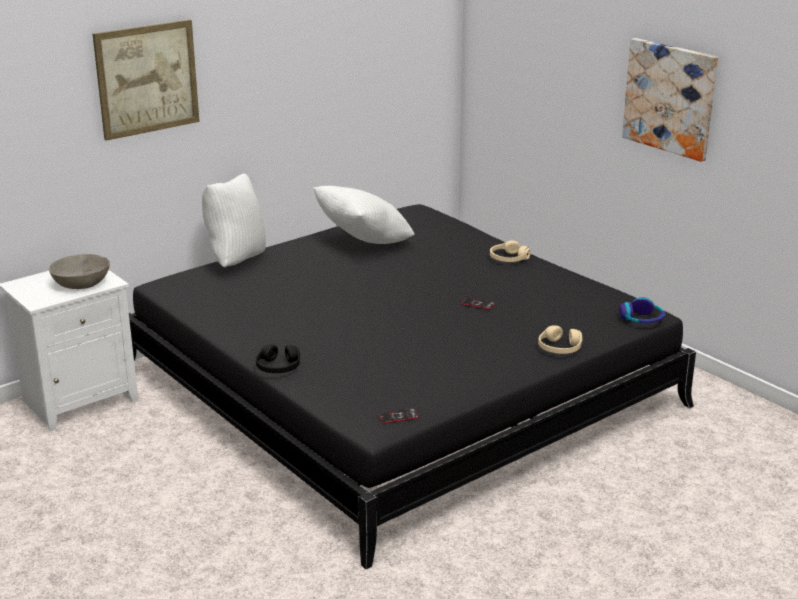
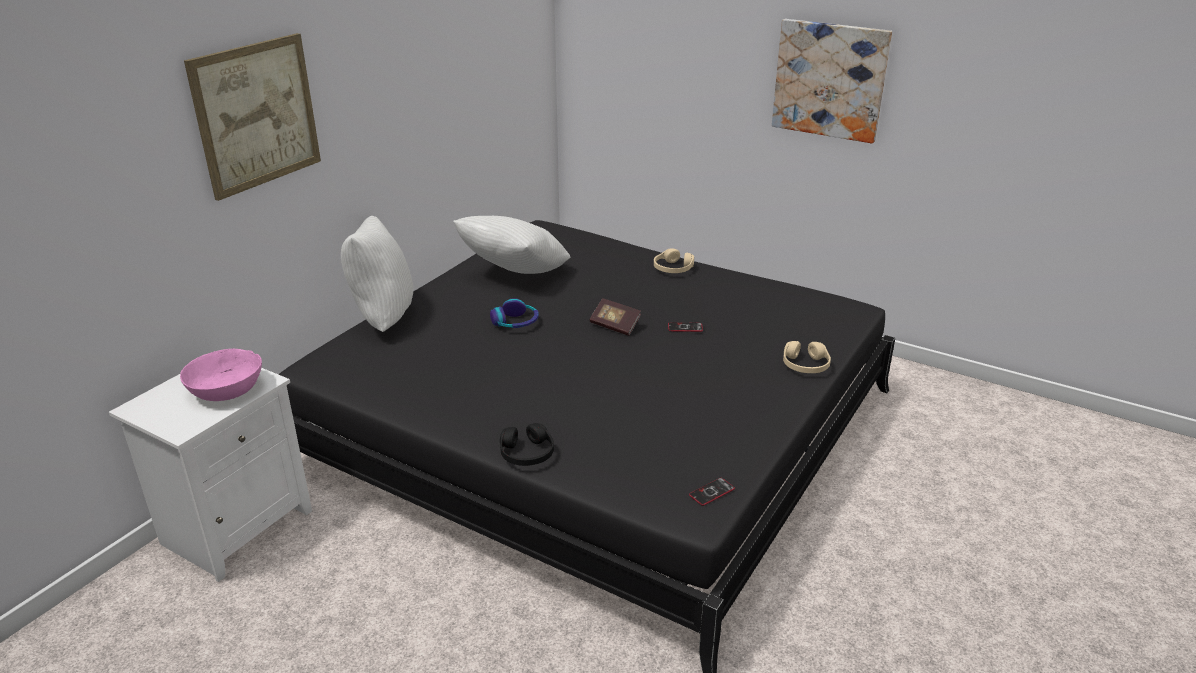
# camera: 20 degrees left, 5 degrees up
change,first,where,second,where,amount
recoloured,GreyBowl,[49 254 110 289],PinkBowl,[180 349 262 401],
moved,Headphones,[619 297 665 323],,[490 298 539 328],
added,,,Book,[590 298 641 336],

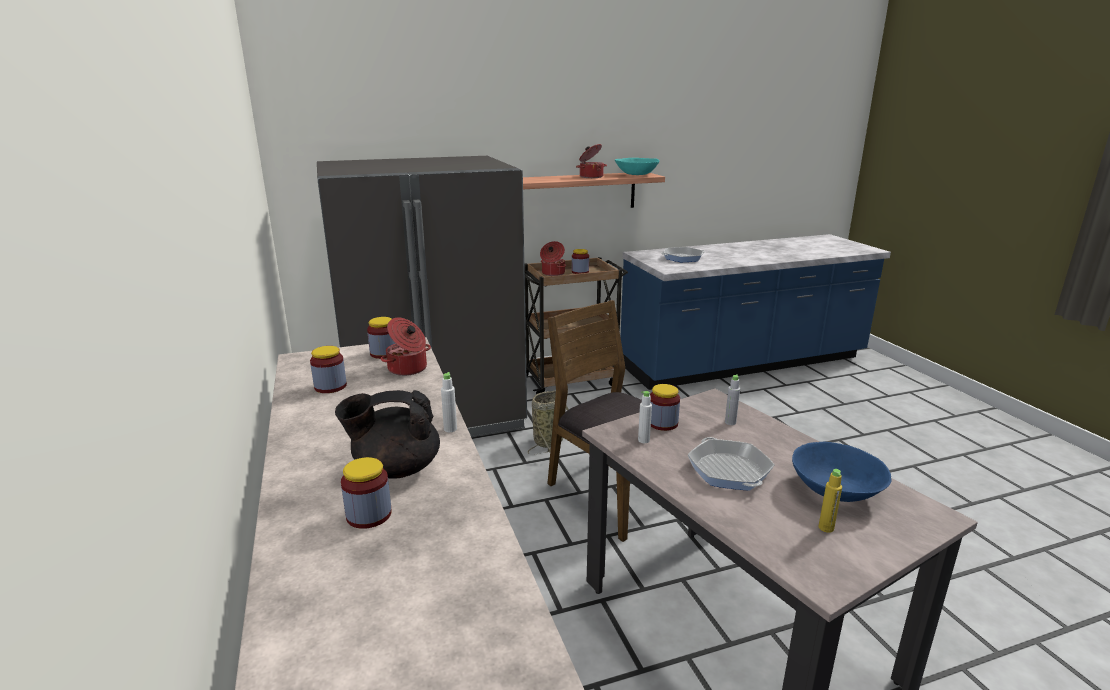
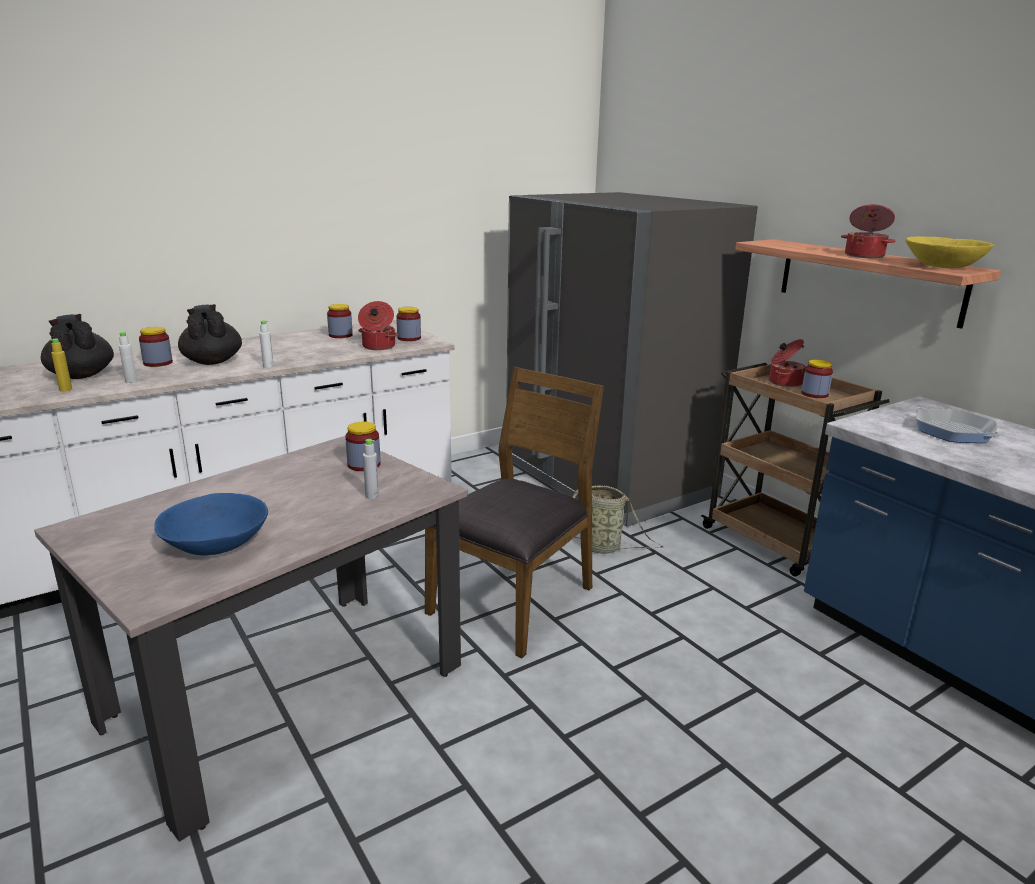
# camera: 75 degrees right, 0 degrees up
change,first,where,second,where,amount
recoloured,TurquoiseBowl,[615 158 659 175],YellowBowl,[906 236 994 268],
moved,WhiteBottle,[638 391 652 443],,[119 332 137 383],
removed,FryingPan,[688 437 775 491],,,
moved,YellowBottle,[818 469 842 533],,[49 339 72 391],
added,,,BlackTeapot,[41 314 114 379],

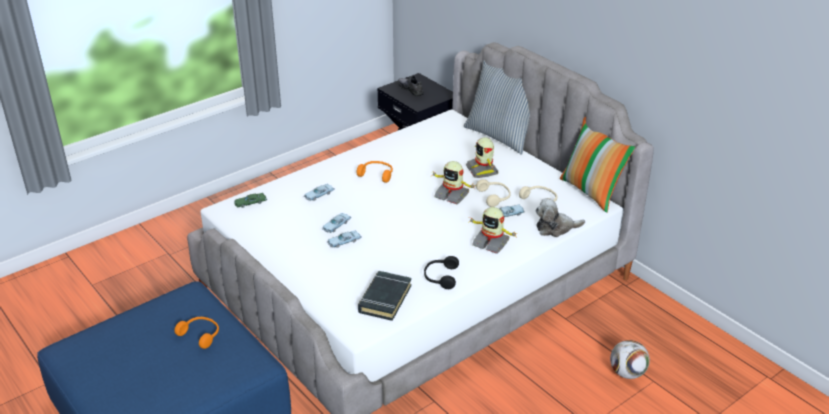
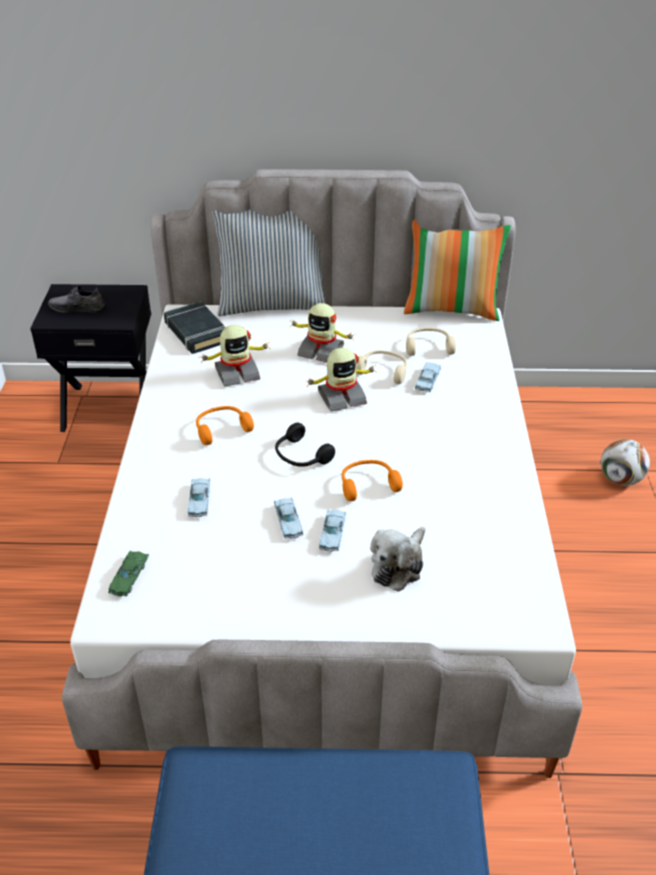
# camera: 50 degrees left, 5 degrees up
change,first,where,second,where,amount
moved,PlushToy,[535 198 585 237],,[370 527 425 592],
moved,ToyRobot,[468 207 517 254],,[201 325 270 386],
moved,BlackHeadphones,[424 256 459 289],,[275 423 335 467],
moved,BlackBook,[358 271 411 321],,[164 301 226 354],
moved,OrangeHeadphones,[174 317 219 349],,[342 460 403 501],

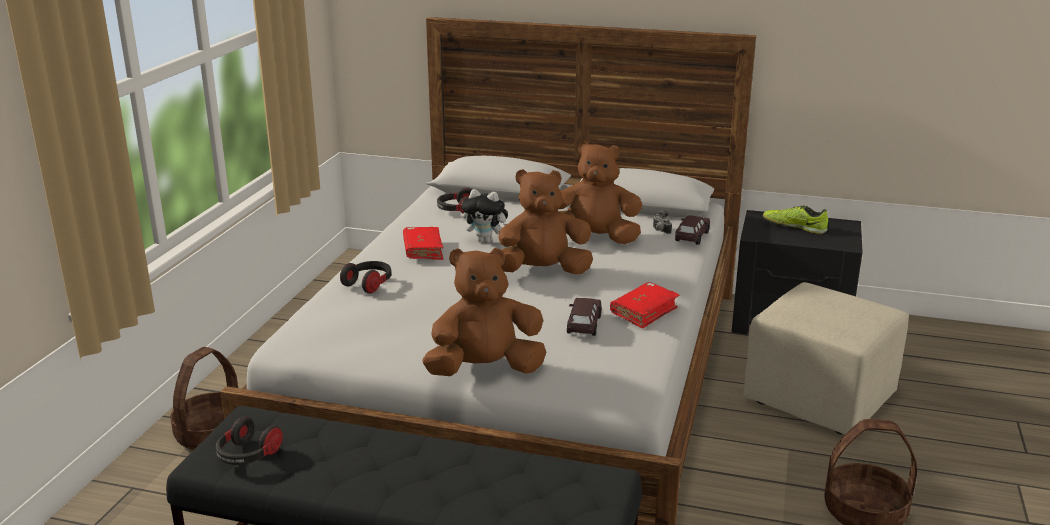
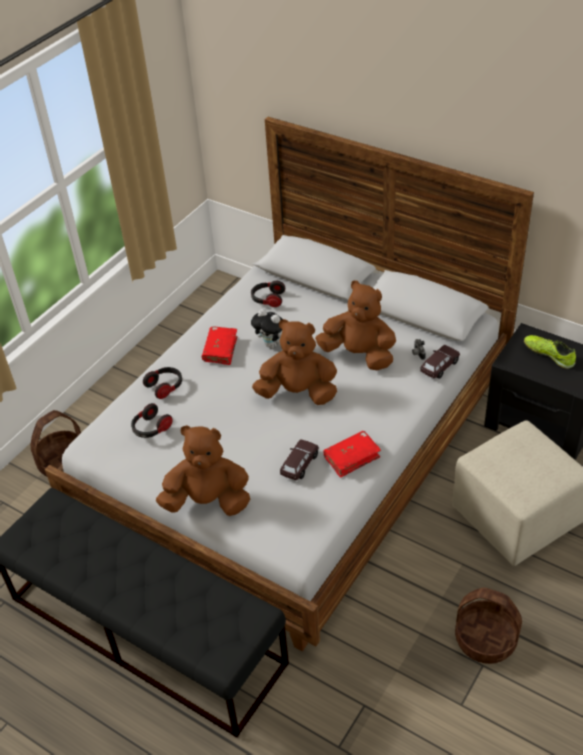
# camera: 20 degrees right, 20 degrees up
change,first,where,second,where,amount
moved,Headphones,[216 416 283 465],,[131 403 173 438],

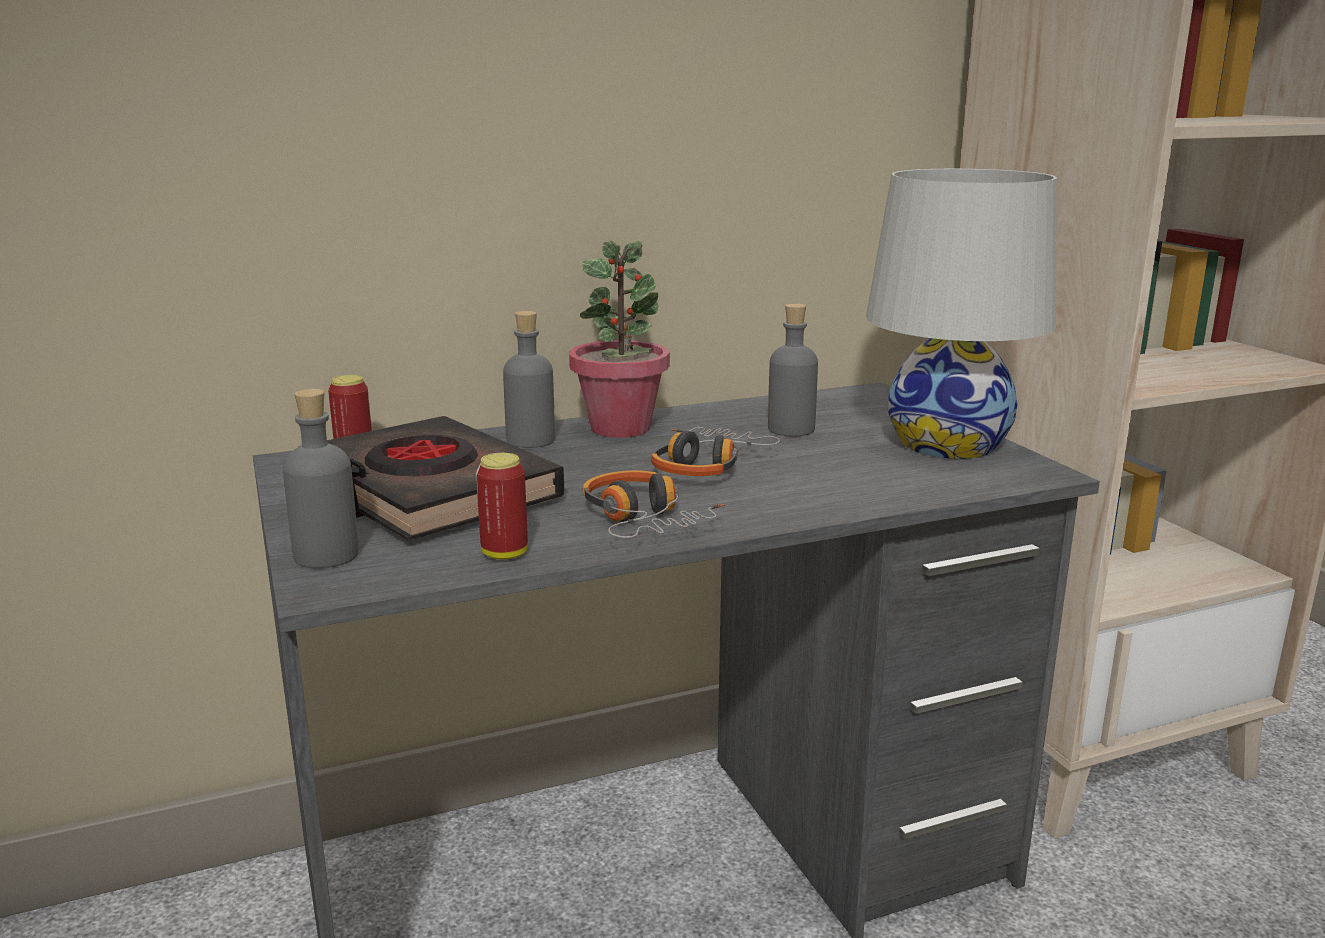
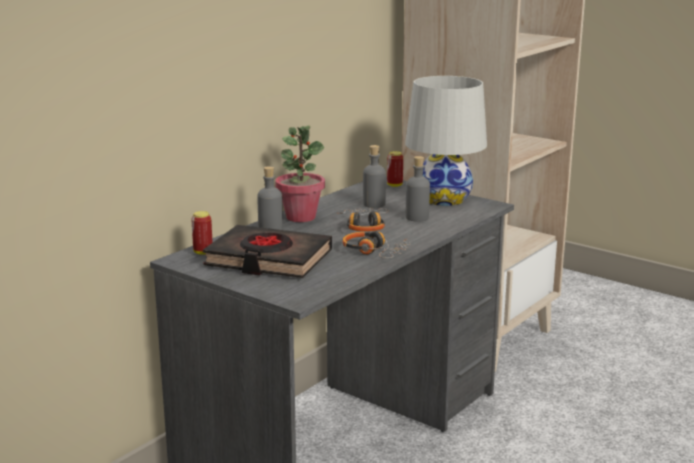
# camera: 30 degrees left, 0 degrees up
change,first,where,second,where,amount
moved,GreyBottle,[283 389 359 568],,[406 156 430 222],
moved,Can,[476 453 528 560],,[387 151 403 187],

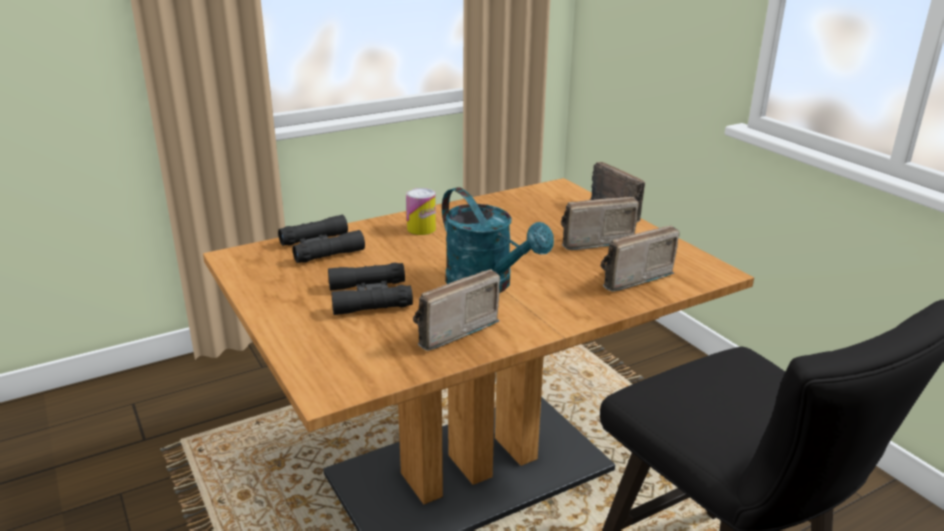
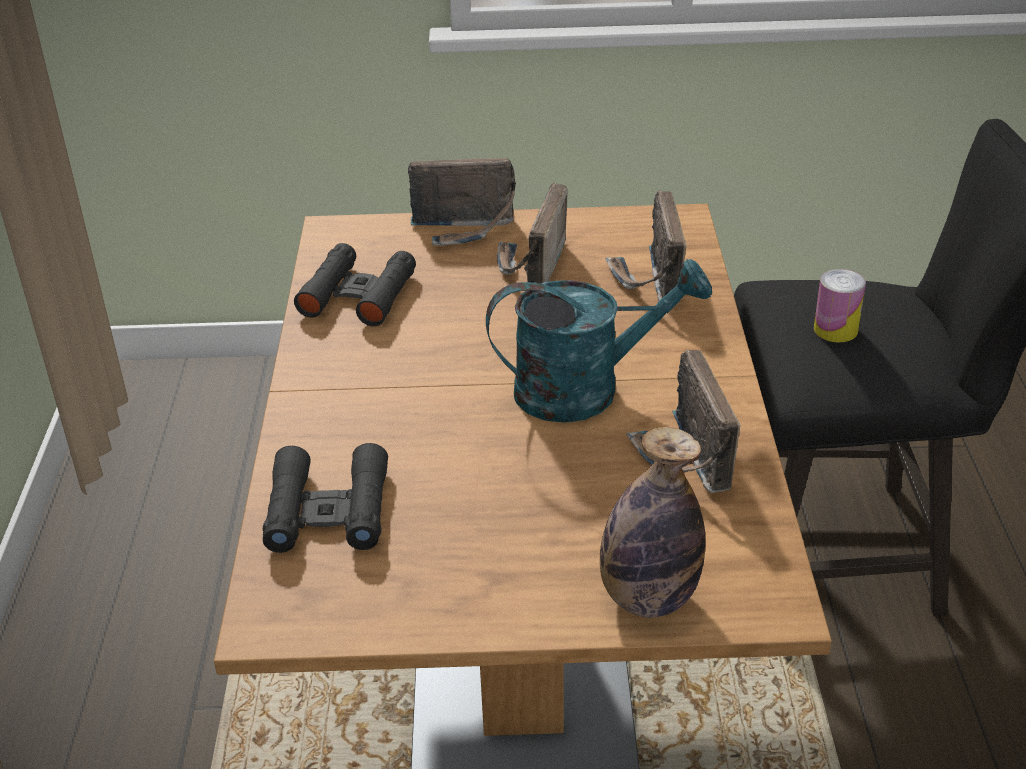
# camera: 60 degrees left, 10 degrees up
change,first,where,second,where,amount
moved,Can,[406 188 436 235],,[814 269 866 343],
moved,BlackBinoculars,[328 263 413 315],,[294 243 416 326],
added,,,Bottle,[600 427 705 618],

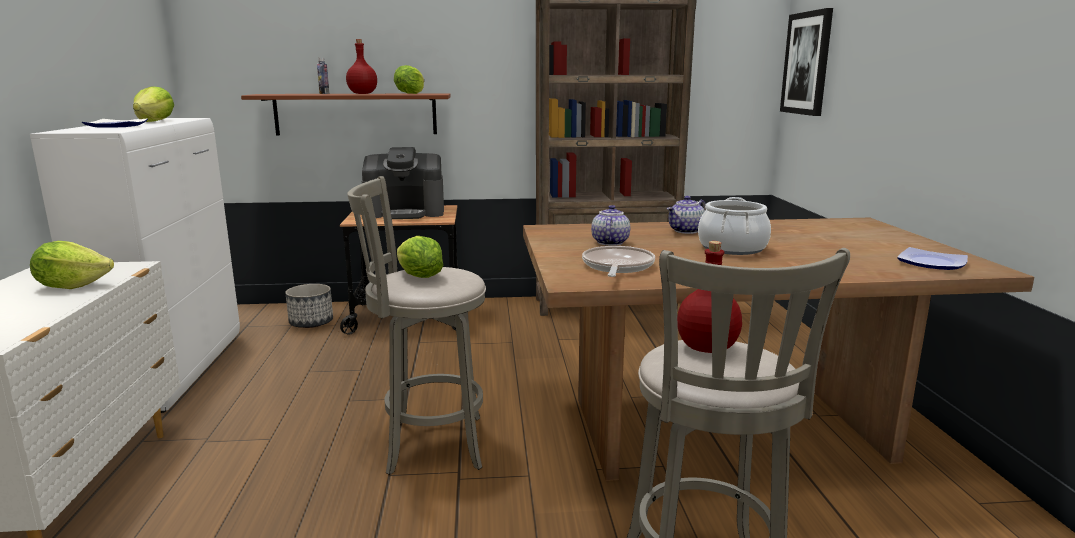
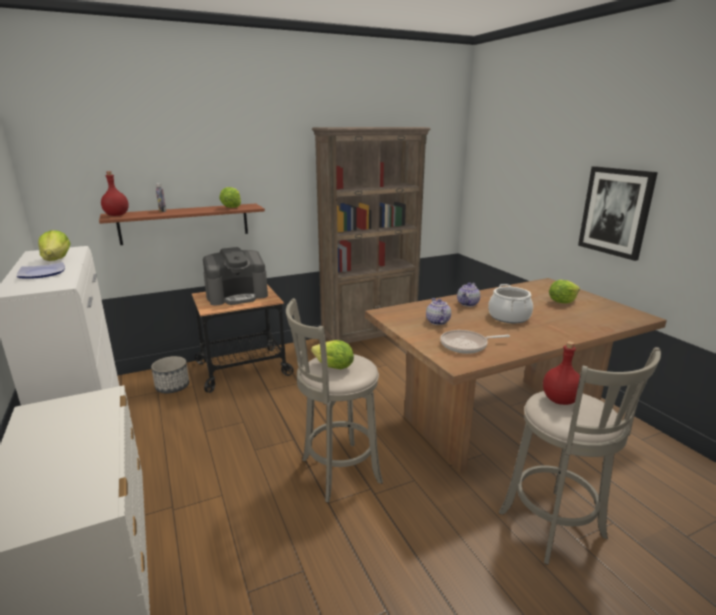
# camera: 20 degrees left, 5 degrees up
change,first,where,second,where,amount
moved,Picture,[780 8 833 116],,[578 166 658 261],
moved,RedBottle,[346 39 377 94],,[101 171 129 216],
moved,Lettuce,[30 241 114 289],,[549 280 580 303],
turned,FryingPan,[582 246 655 277],,[440 330 510 354],90 degrees counterclockwise
removed,Plate,[897 247 968 270],,,

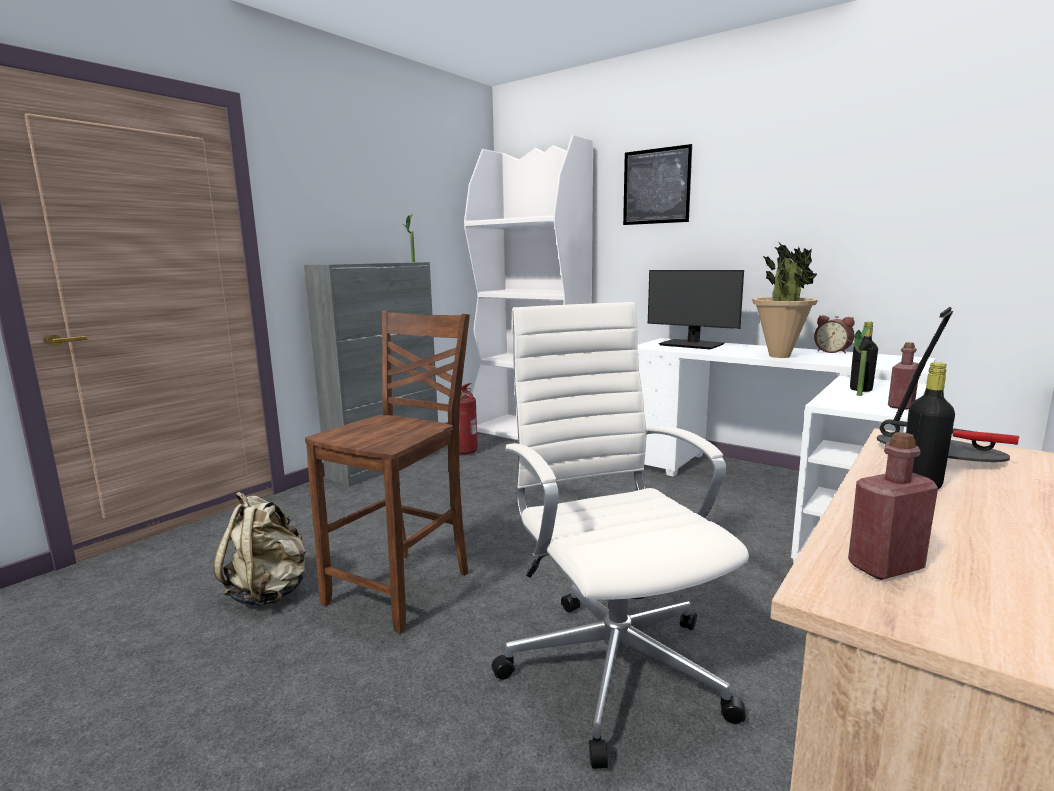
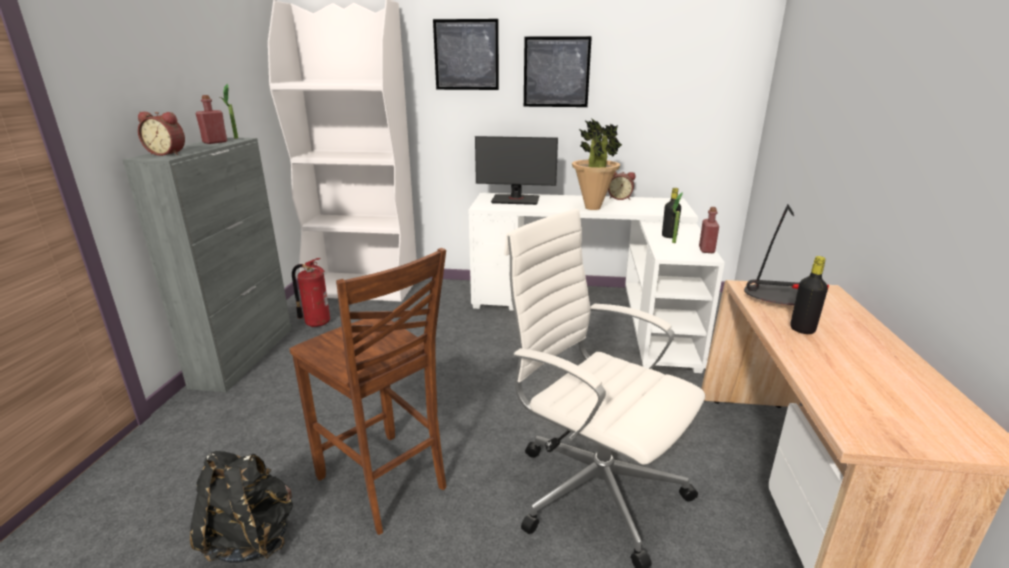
# camera: 30 degrees left, 10 degrees up
change,first,where,second,where,amount
turned,BrownChair,[305 311 470 633],,[289 248 446 535],135 degrees clockwise
moved,RedBottle,[848 432 938 580],,[195 95 227 144],
recoloured,BeigeBackpack,[213 491 306 606],BlackBackpack,[190 451 293 563],
added,,,Picture,[524 36 592 107],
added,,,AlarmClock,[138 112 185 156],

